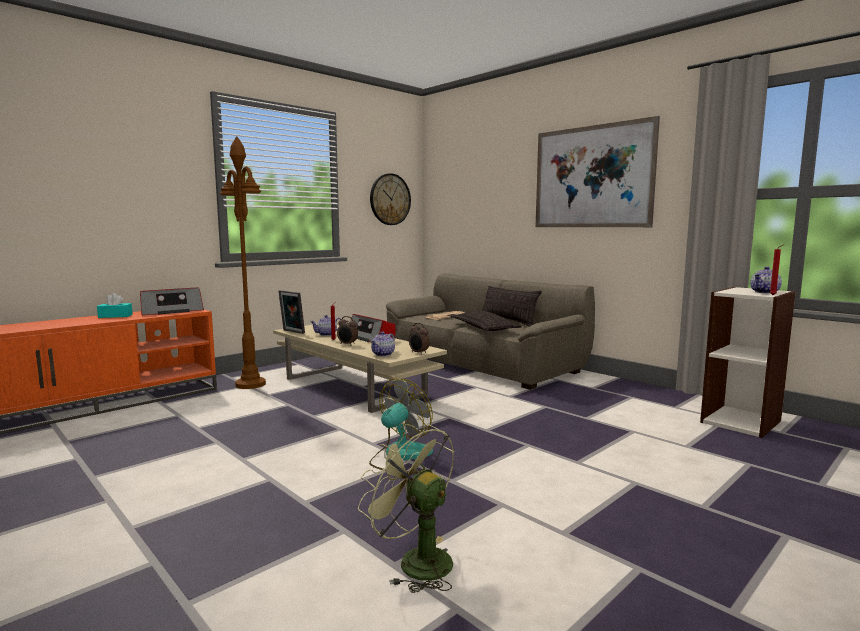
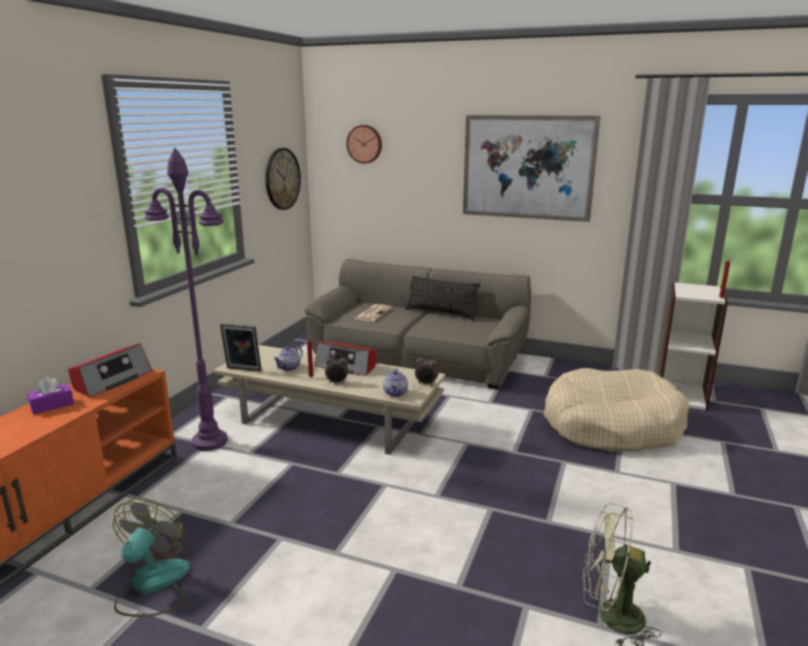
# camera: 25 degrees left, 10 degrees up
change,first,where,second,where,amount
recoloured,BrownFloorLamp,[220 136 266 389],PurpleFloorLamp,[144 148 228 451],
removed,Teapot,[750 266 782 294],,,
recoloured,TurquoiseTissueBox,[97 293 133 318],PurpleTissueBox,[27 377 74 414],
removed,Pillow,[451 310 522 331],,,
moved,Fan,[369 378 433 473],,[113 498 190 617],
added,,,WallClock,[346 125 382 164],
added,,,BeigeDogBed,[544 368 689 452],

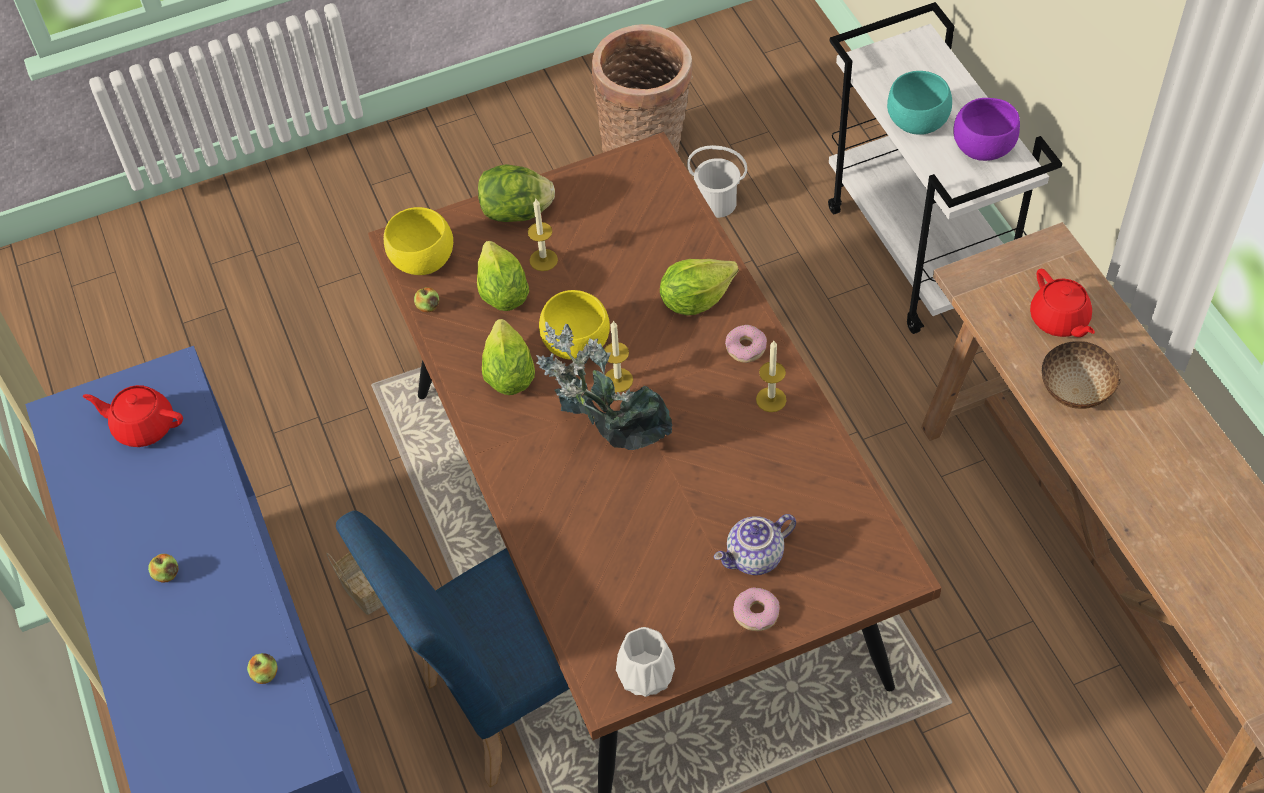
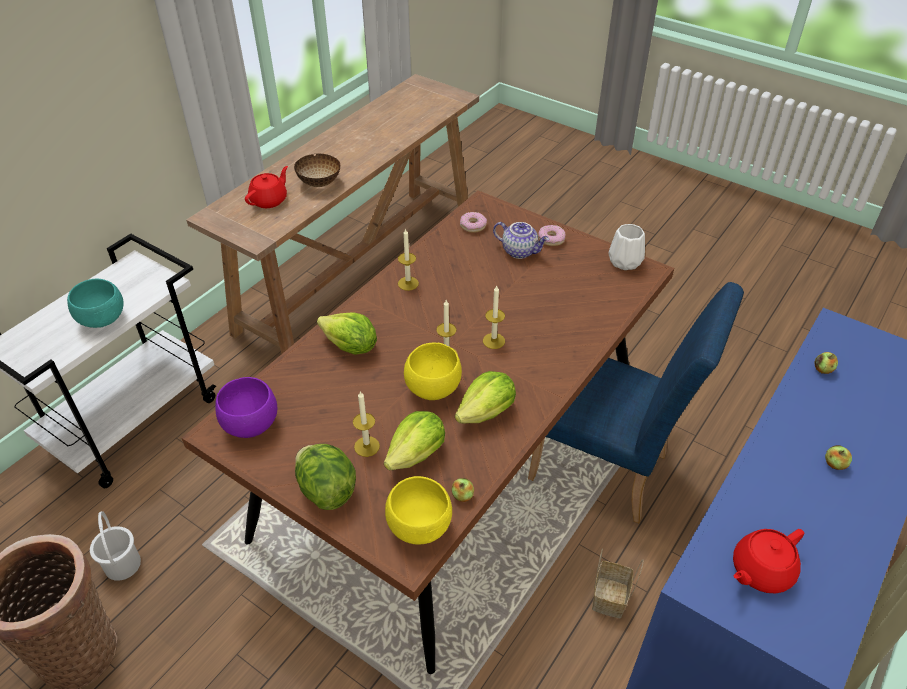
# camera: 125 degrees left, 10 degrees down
change,first,where,second,where,amount
moved,PurpleBowl,[953 98 1020 161],,[215 377 277 438],
replaced,PottedPlant,[536 322 672 450],Candle,[483 286 505 349],
moved,Donut,[725 325 767 363],,[460 212 487 233],
turned,RedTeapot,[83 385 183 447],,[733 529 804 593],75 degrees clockwise

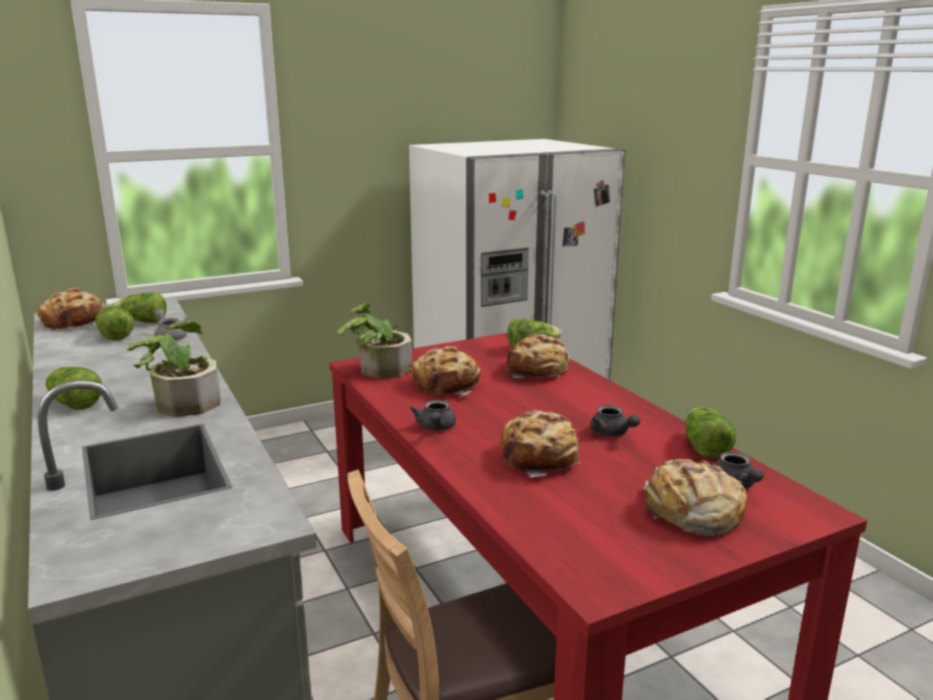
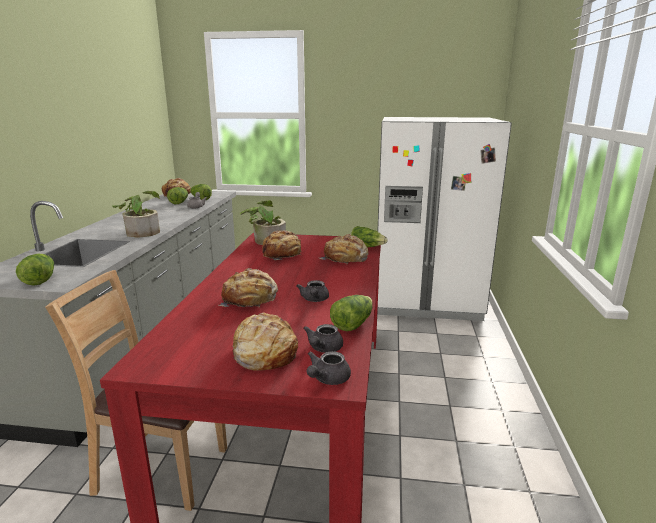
# camera: 35 degrees right, 0 degrees up
change,first,where,second,where,amount
moved,Lettuce,[46 367 102 410],,[16 254 54 286],
moved,GreyTeapot,[410 400 456 431],,[307 351 351 385],

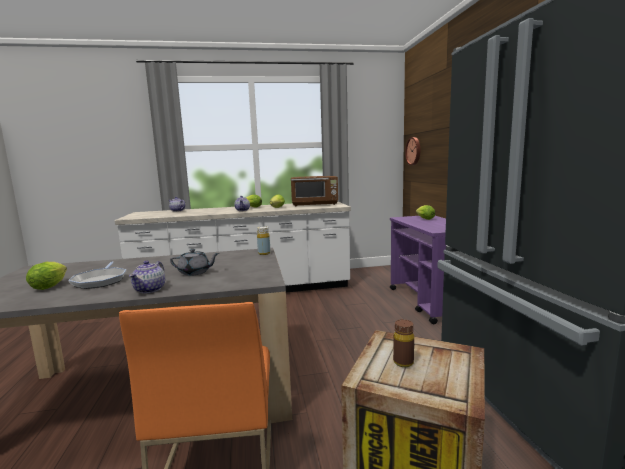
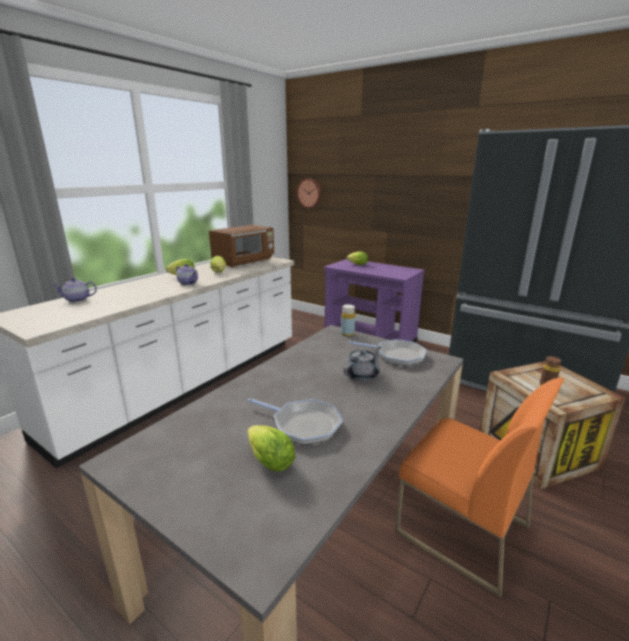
# camera: 45 degrees left, 10 degrees up
change,first,where,second,where,amount
removed,Teapot,[129 260 165 293],,,
added,,,FryingPan,[349 339 427 366],

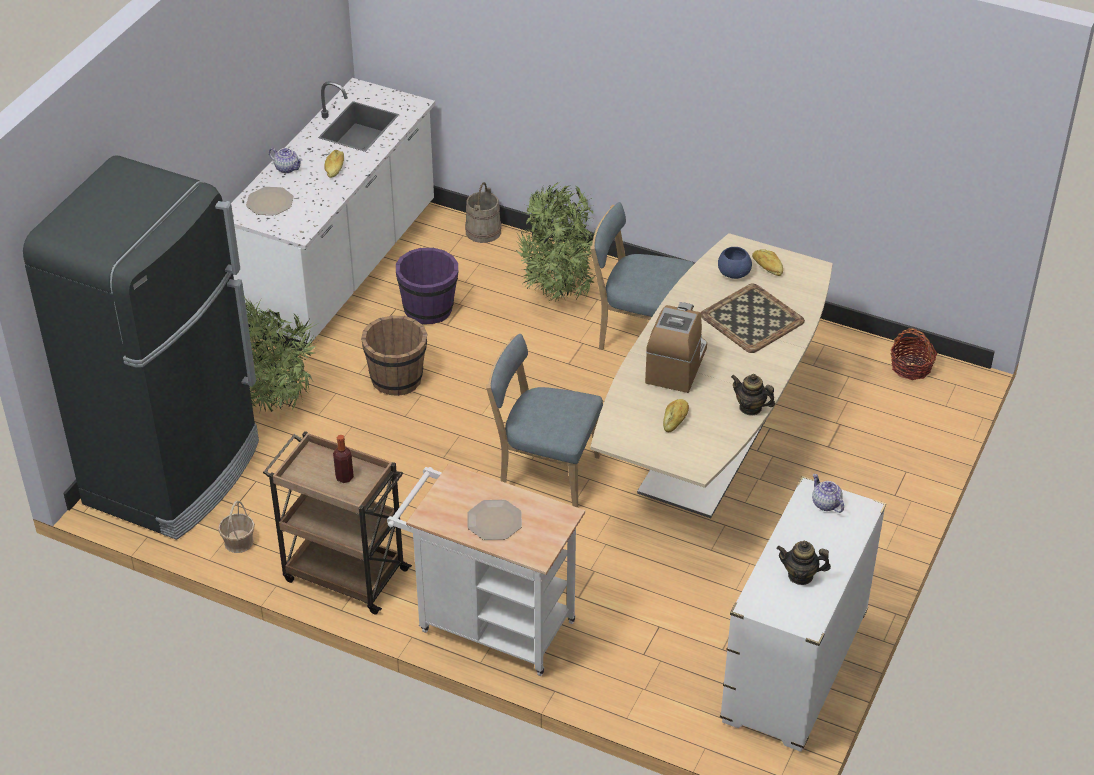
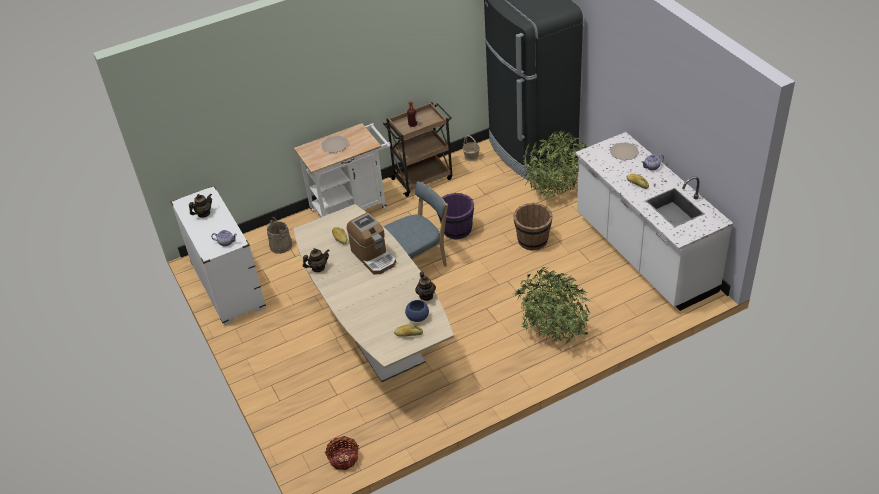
# camera: 130 degrees right, 0 degrees up
change,first,where,second,where,amount
moved,BeigeBucket,[465 182 502 243],,[267 217 292 254],
removed,BlueChair,[590 202 694 350],,,
moved,PurpleBucket,[396 248 458 325],,[437 193 474 240],
removed,Tray,[701 284 805 353],,,
added,,,Teapot,[415 272 436 301],

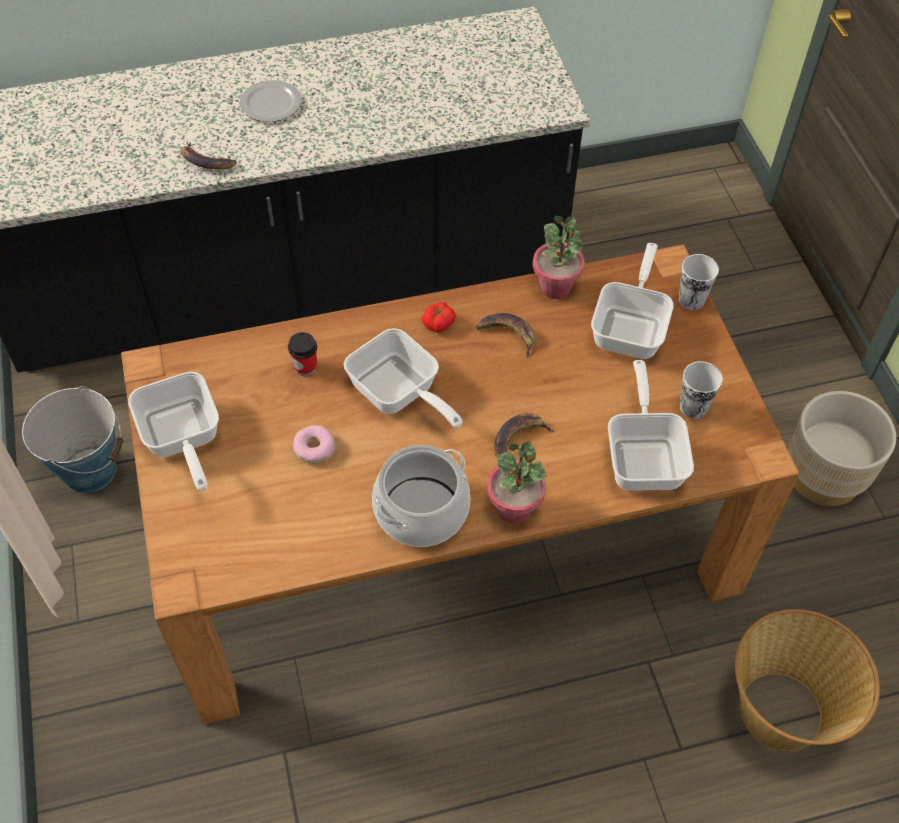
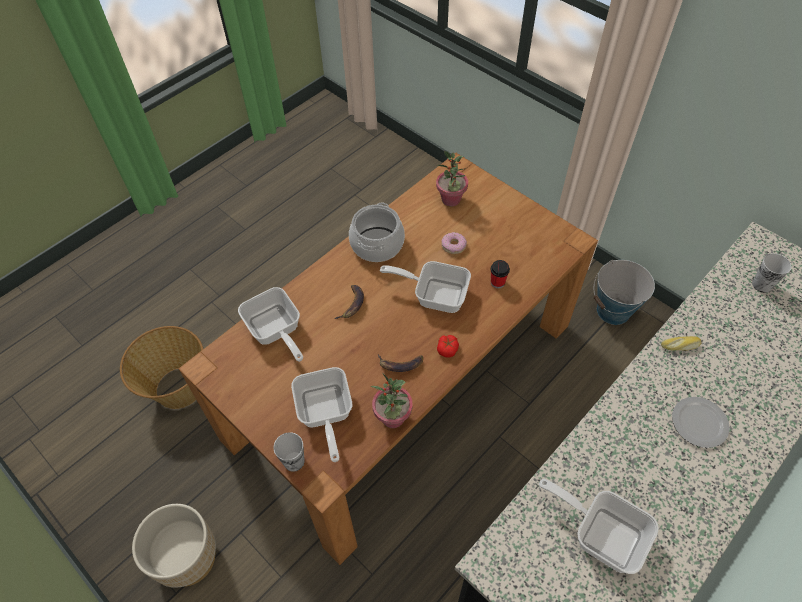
# camera: 150 degrees right, 0 degrees up
change,first,where,second,where,amount
replaced,Banana,[181 142 237 169],Bread,[661 336 701 351],
moved,Cup,[680 361 723 419],,[752 253 791 293],
moved,FryingPan,[128 372 219 491],,[539 479 659 574],
moved,PottedPlant,[487 441 547 524],,[436 151 468 206],

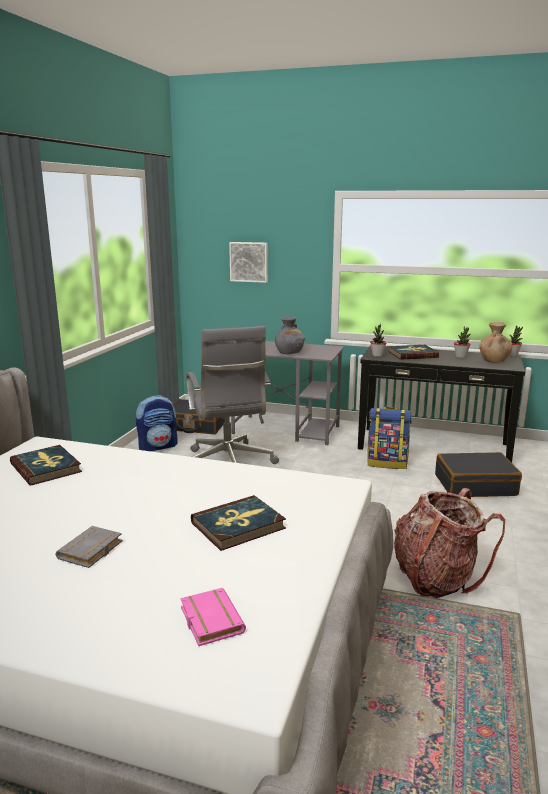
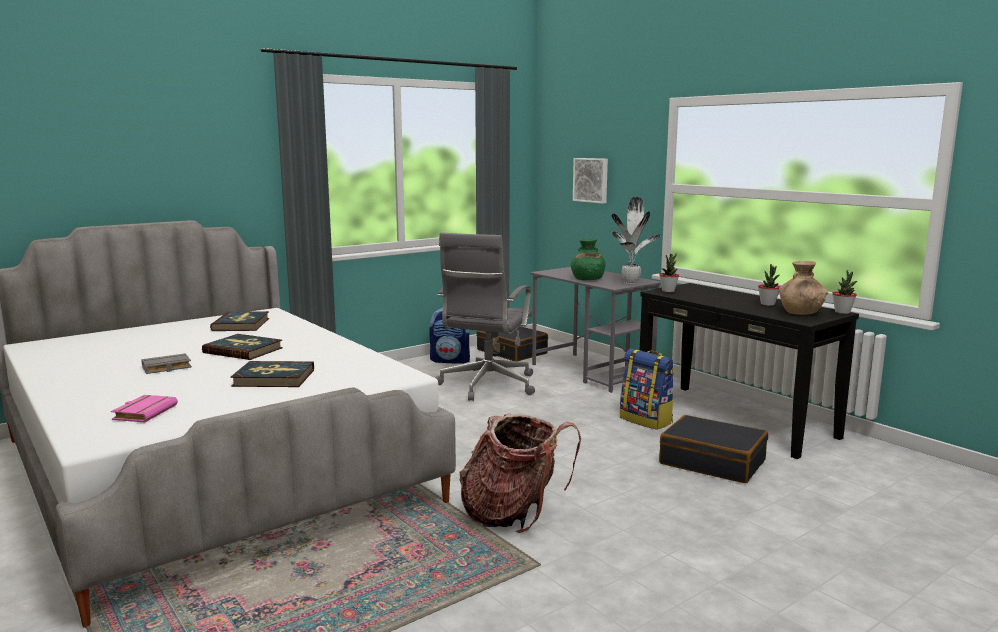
# camera: 35 degrees right, 5 degrees down
change,first,where,second,where,amount
recoloured,GreyVase,[275 317 305 354],GreenVase,[571 239 606 280],
moved,Book,[388 345 439 360],,[202 334 283 360],
added,,,PottedPlant,[612 197 660 284],

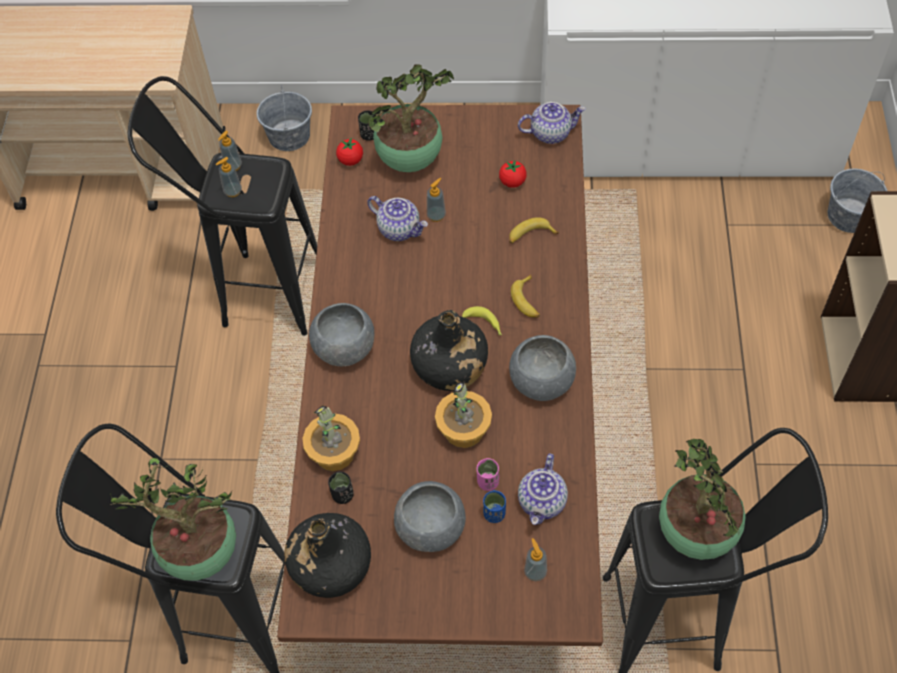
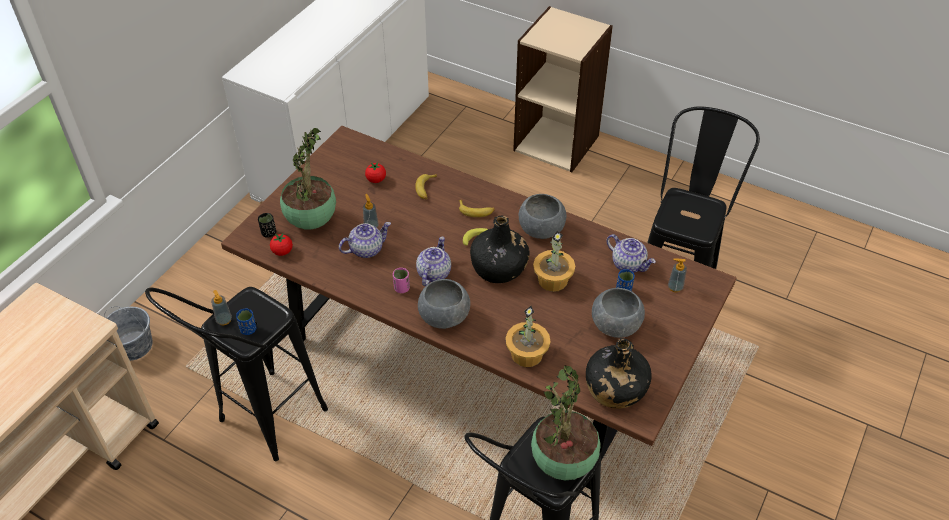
# camera: 65 degrees left, 10 degrees down
change,first,where,second,where,amount
moved,Teapot,[518 102 586 144],,[416 236 451 286],
replaced,SoapDispenser,[215 157 242 197],BlueCup,[236 308 256 335],
removed,GreyBucket,[828 169 888 233],,,
removed,PottedPlant,[659 439 746 560],,,
moved,PinkCup,[477 458 499 491],,[393 268 410 293],
removed,BlackCup,[328 472 354 504],,,

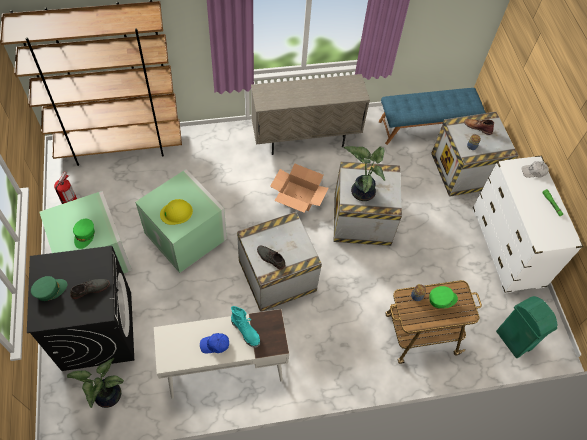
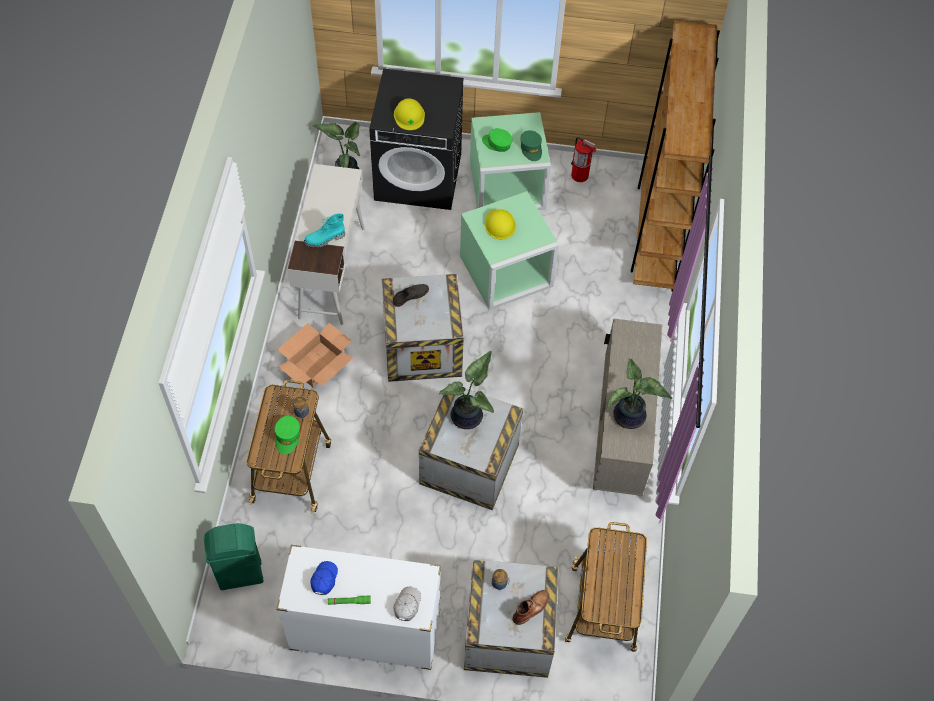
# camera: 110 degrees right, 0 degrees up
change,first,where,second,where,amount
replaced,BlueBench,[379 88 486 145],Cart,[565 522 647 652],
moved,CardboardBox,[270 164 329 213],,[277 323 353 388],
moved,GreenCap,[31 276 67 301],,[520 130 542 161],
replaced,GreyShoe,[70 279 110 299],YellowHardHat,[394 98 425 130],
moved,BlueCap,[200 333 229 353],,[310 561 338 595],
added,,,PottedPlant,[608 359 672 429],

